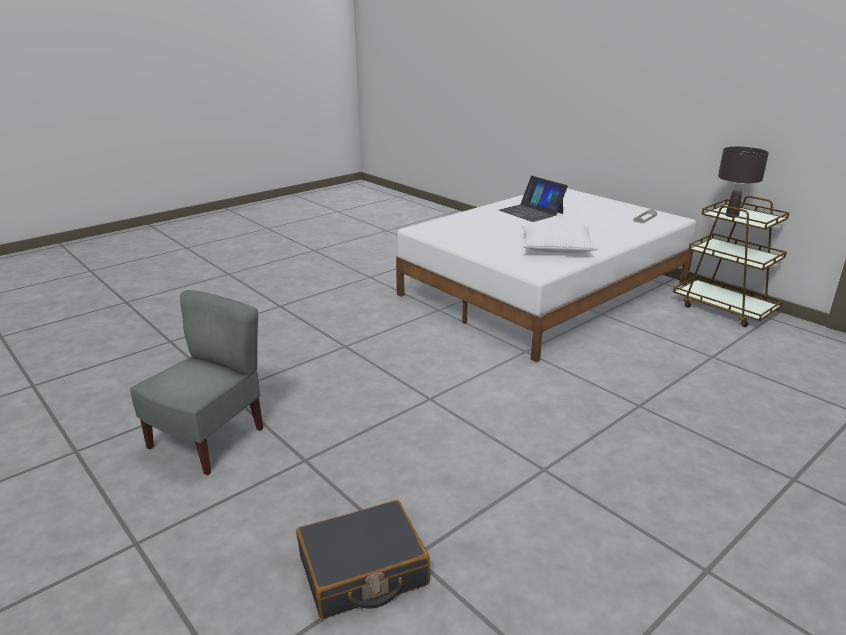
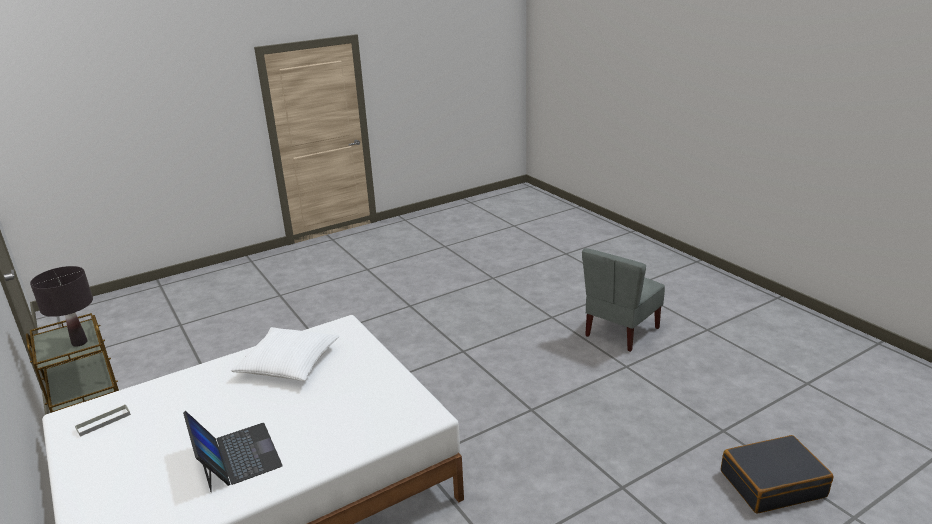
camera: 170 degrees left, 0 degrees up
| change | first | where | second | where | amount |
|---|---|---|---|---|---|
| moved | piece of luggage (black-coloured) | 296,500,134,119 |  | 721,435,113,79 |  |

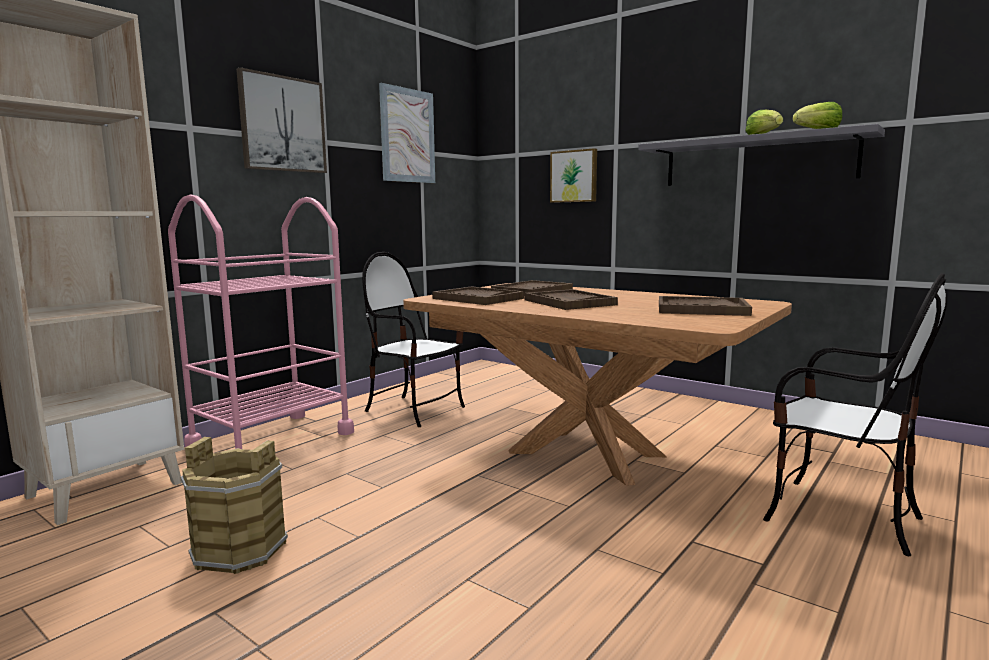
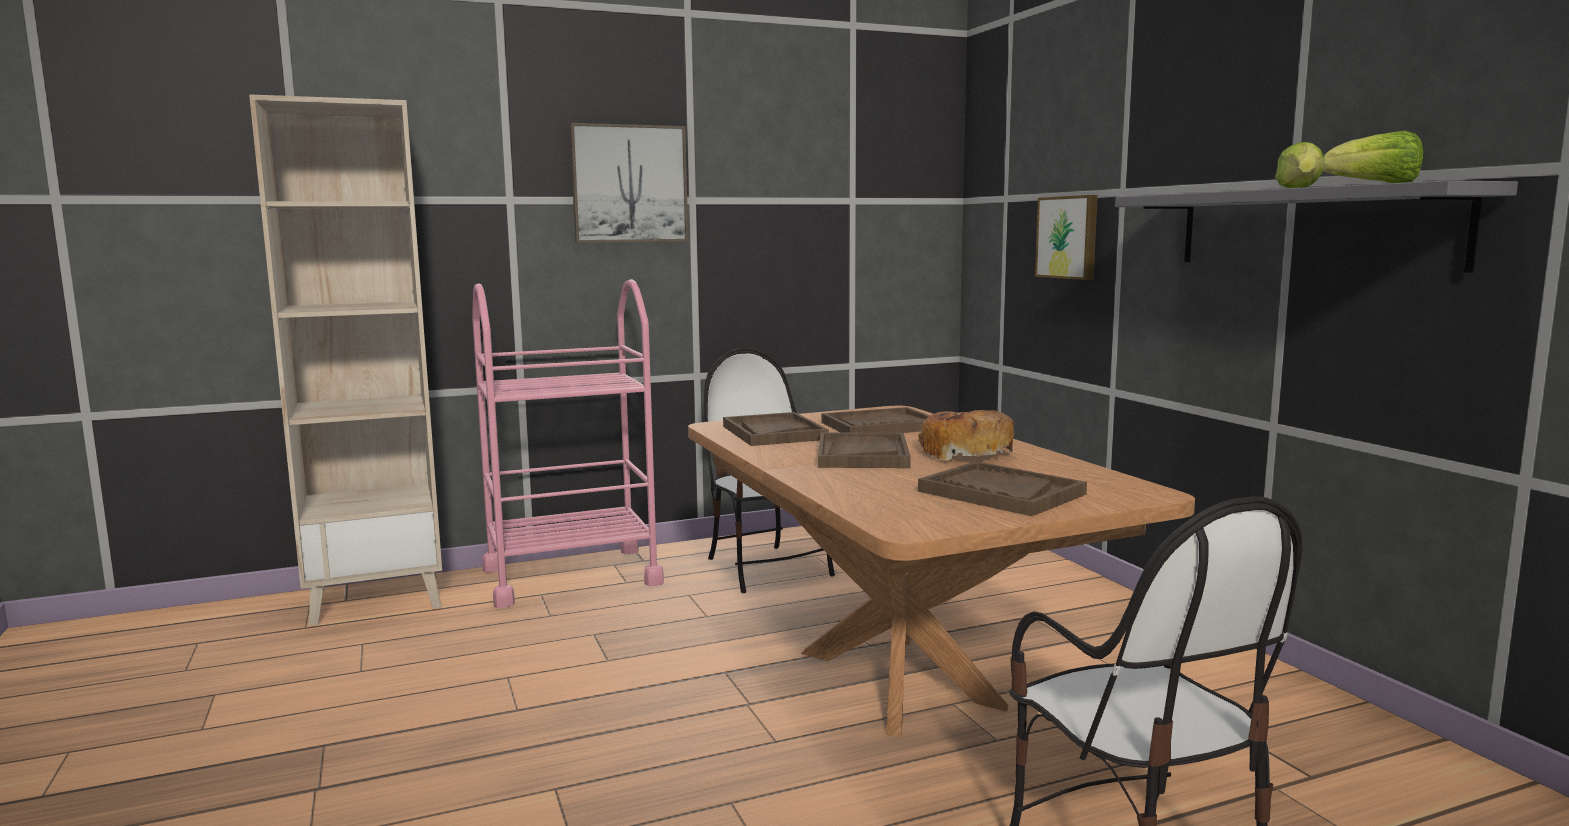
camera: 30 degrees right, 0 degrees up
| change | first | where | second | where | amount |
|---|---|---|---|---|---|
| removed | pail (brownish) | 180,437,108,137 |  |  |  |
| removed | picture | 379,83,56,100 |  |  |  |
| added |  |  | baked bread | 918,410,96,51 |  |

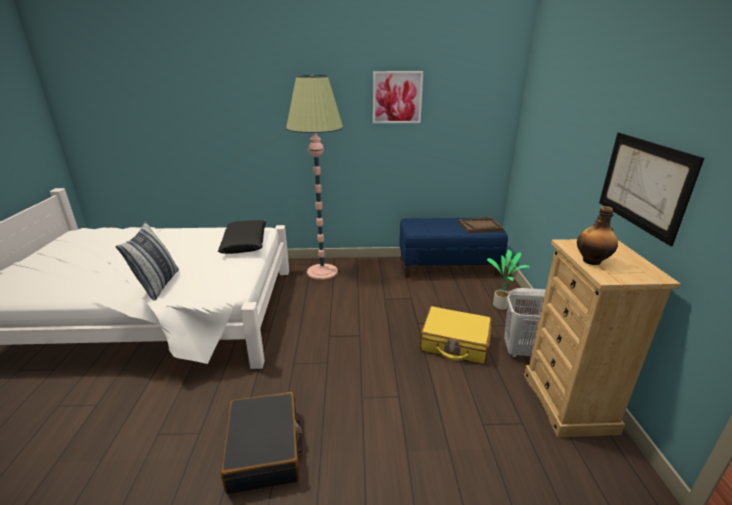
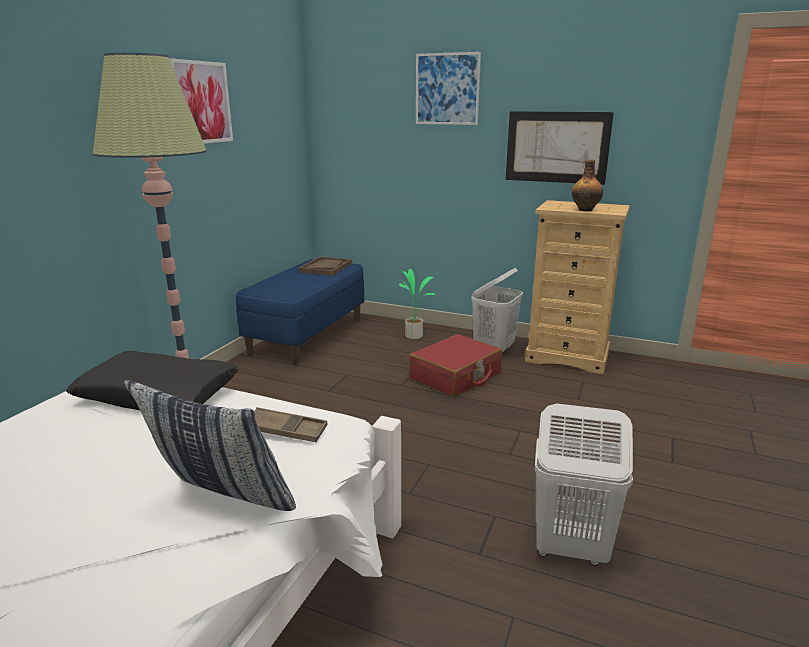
camera: 65 degrees left, 5 degrees down
| change | first | where | second | where | amount |
|---|---|---|---|---|---|
| added |  |  | carrying tray (brownish) | 254,407,73,35 |  |
| added |  |  | picture | 416,52,65,73 |  |
| replaced | piece of luggage (black-coloured) | 221,392,81,102 | laundry basket (white) | 535,404,98,162 |  |
| recoloured | piece of luggage (yellow) | 420,306,72,59 | piece of luggage (red) | 409,334,93,63 |  |

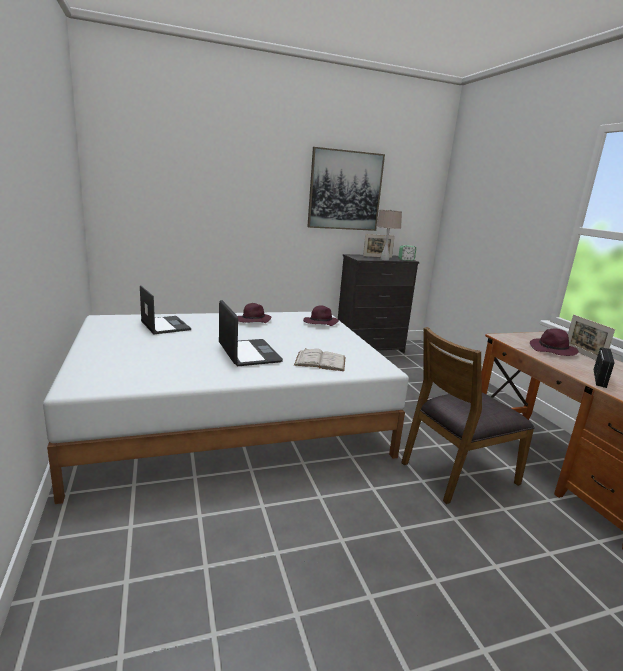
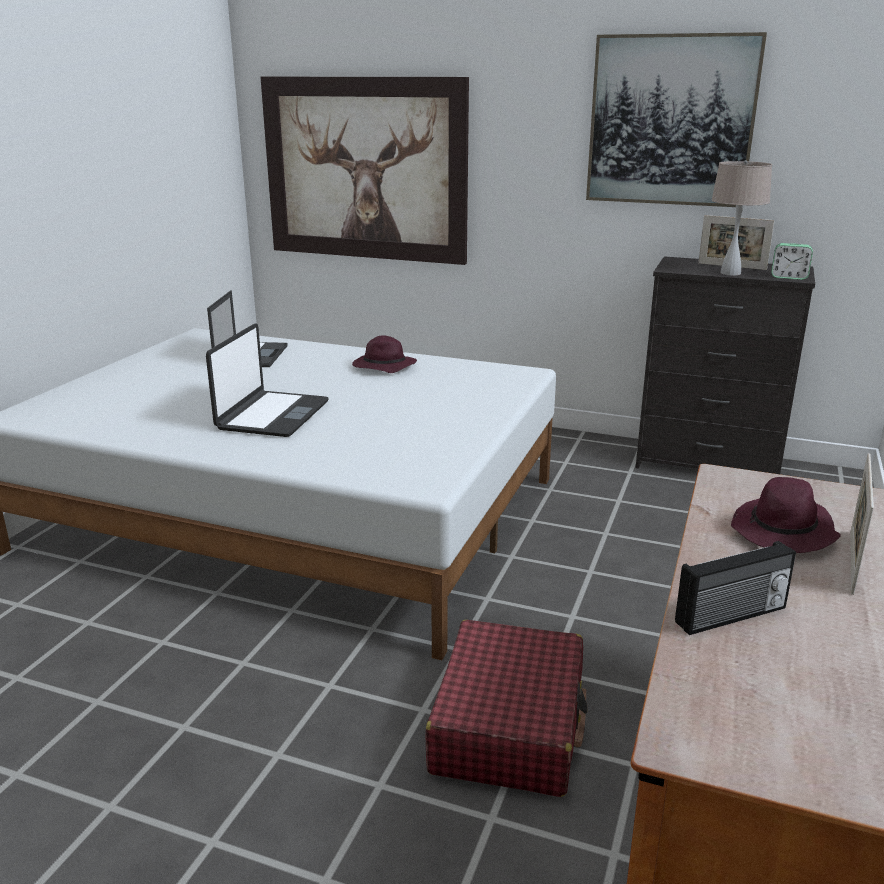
camera: 40 degrees right, 5 degrees up
| change | first | where | second | where | amount |
|---|---|---|---|---|---|
| removed | bound book (white) | 294,348,52,23 |  |  |  |
| removed | hat (purple) | 303,305,36,21 |  |  |  |
| added |  |  | picture | 260,77,209,188 |  |
| replaced | chair (brownish) | 401,327,134,177 | piece of luggage (red) | 425,620,162,177 |  |

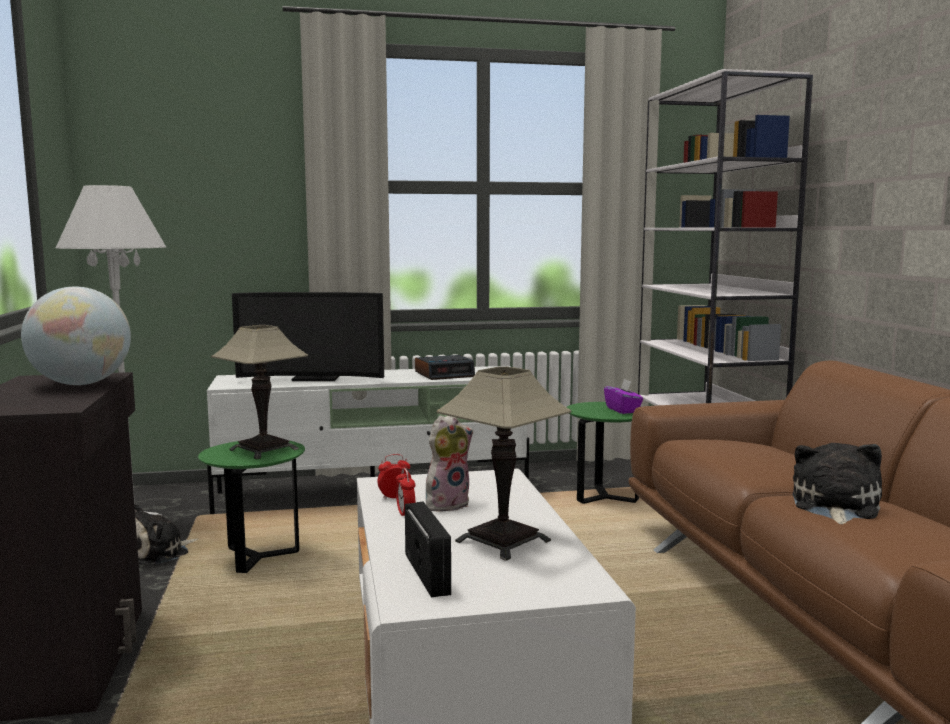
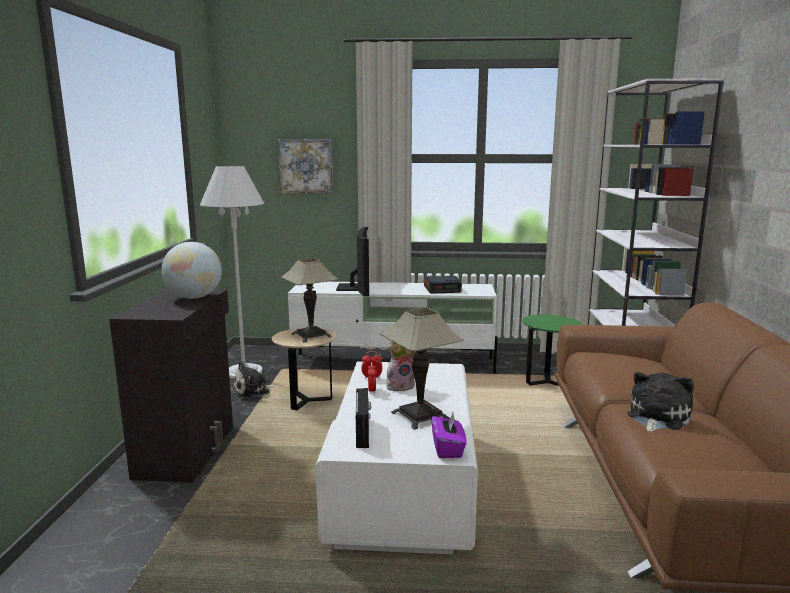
camera: 15 degrees right, 5 degrees up
| change | first | where | second | where | amount |
|---|---|---|---|---|---|
| added |  |  | picture | 278,139,55,54 |  |
| moved | tissue holder (purple) | 604,379,39,35 |  | 431,413,36,45 |  |
| recoloured | side table (green) | 198,441,107,132 | side table (sand-coloured) | 272,328,64,82 |  |
| turned | television | 232,292,152,89 |  | 336,227,33,69 | 105 degrees counterclockwise |

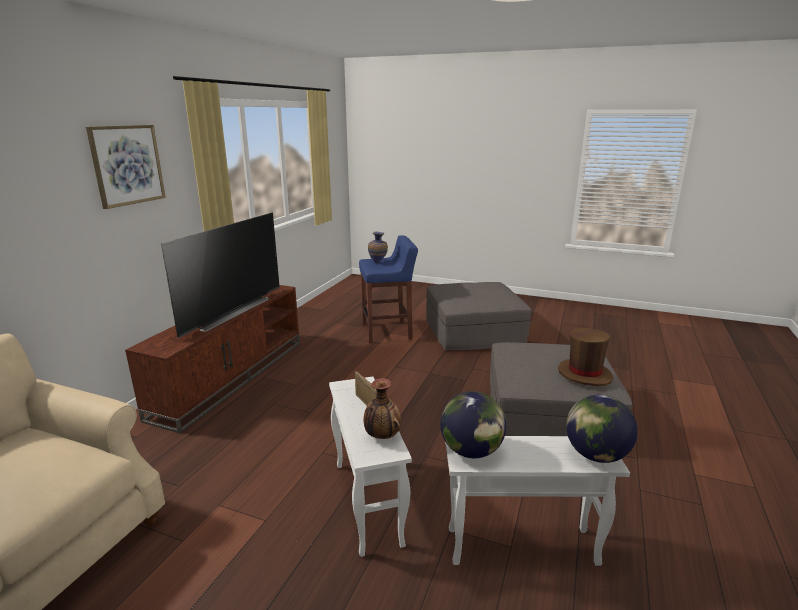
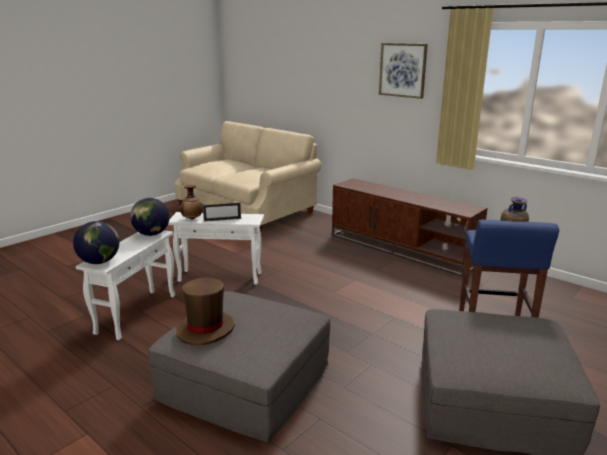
camera: 110 degrees right, 0 degrees up
| change | first | where | second | where | amount |
|---|---|---|---|---|---|
| removed | television | 161,213,119,125 |  |  |  |

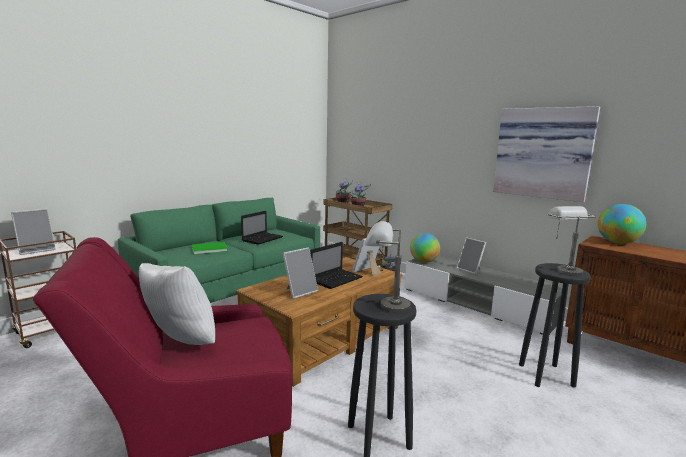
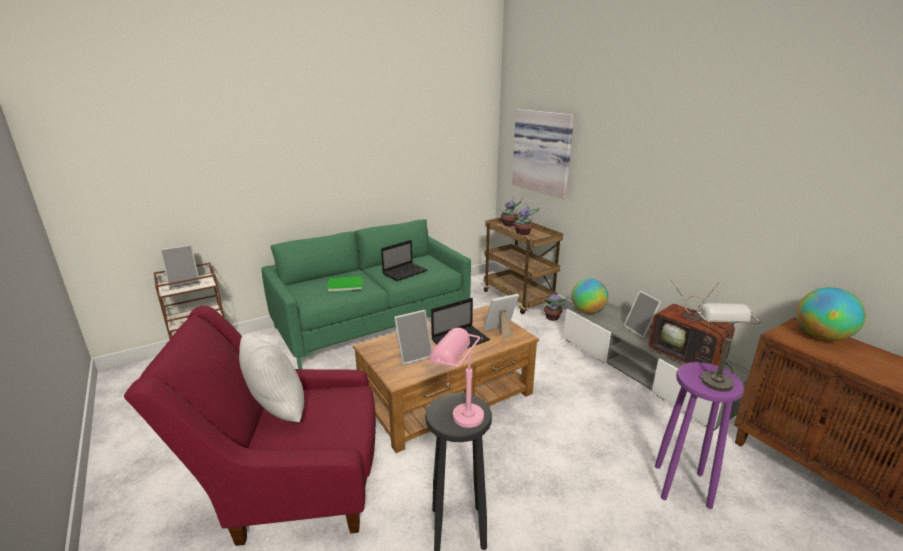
camera: 15 degrees right, 10 degrees up
| change | first | where | second | where | amount |
|---|---|---|---|---|---|
| added |  |  | television | 649,280,86,94 |  |
| moved | picture | 493,106,107,96 |  | 512,109,62,90 |  |
| recoloured | lamp for a table (grey) | 365,221,46,92 | lamp for a table (pinkish) | 428,328,56,100 |  |
| recoloured | sitting stool (black-coloured) | 519,263,72,125 | sitting stool (purple) | 655,362,89,147 |  |

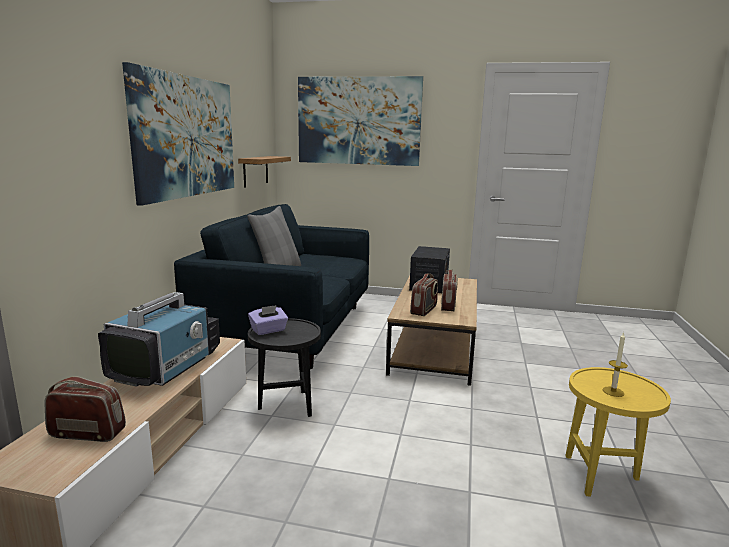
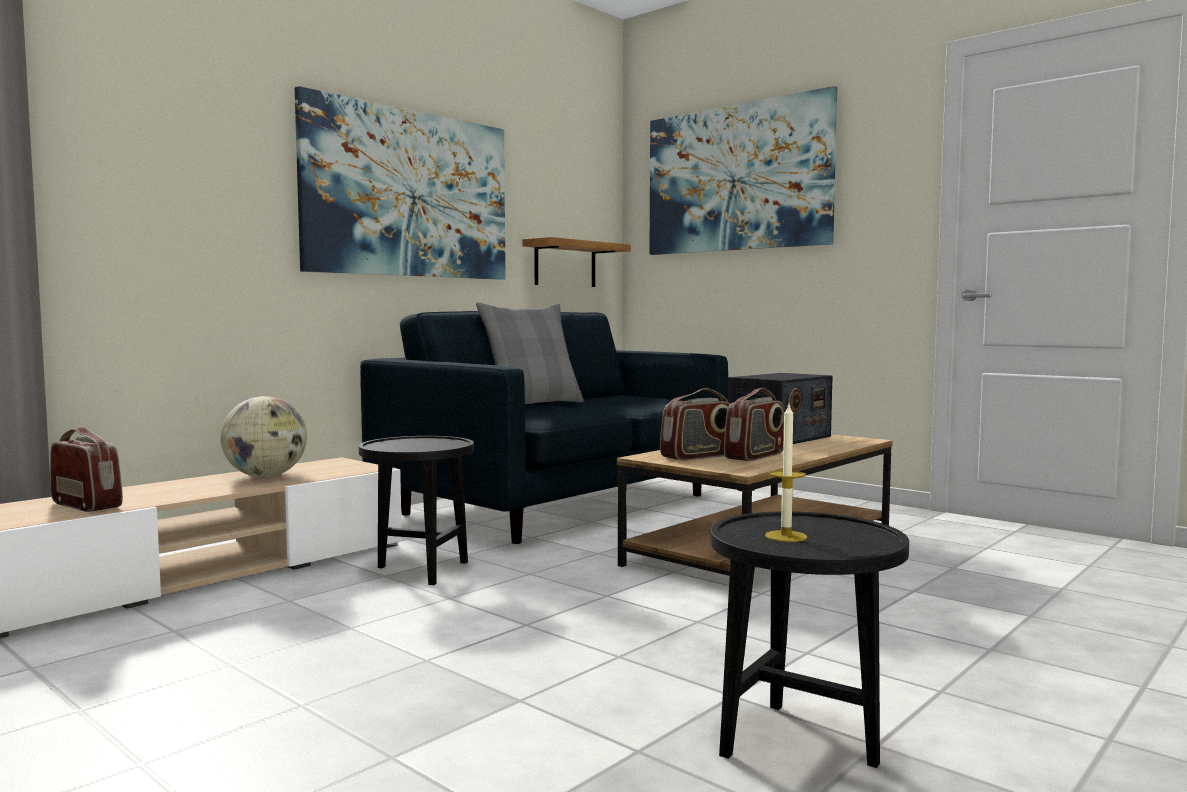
camera: 30 degrees right, 10 degrees down
| change | first | where | second | where | amount |
|---|---|---|---|---|---|
| removed | tissue holder (purple) | 248,305,40,30 |  |  |  |
| replaced | television | 98,292,122,95 | globe | 221,396,86,81 |  |
| recoloured | side table (yellow) | 565,367,106,130 | side table (black-coloured) | 711,511,198,257 |  |

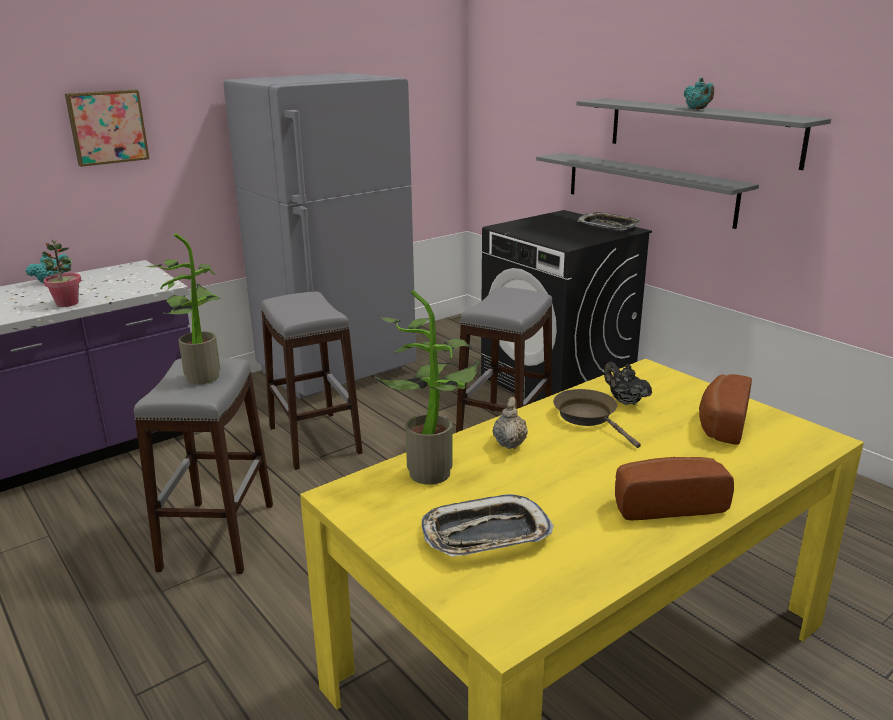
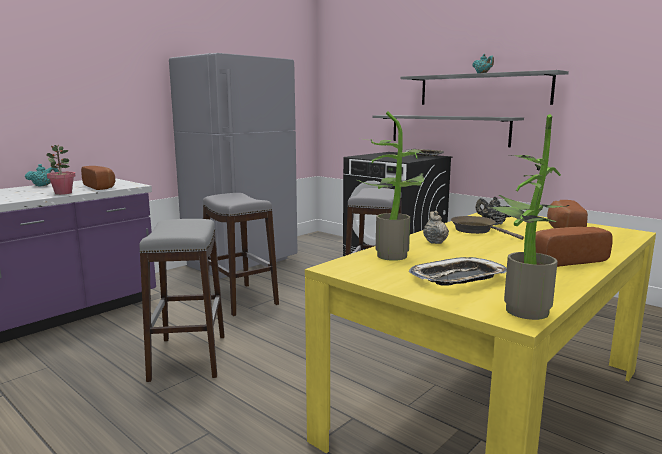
camera: 10 degrees left, 10 degrees down
| change | first | where | second | where | amount |
|---|---|---|---|---|---|
| removed | picture | 65,89,84,78 |  |  |  |
| added |  |  | baked bread | 81,166,34,24 |  |
| moved | houseplant | 144,233,76,151 |  | 489,114,81,206 |  |

